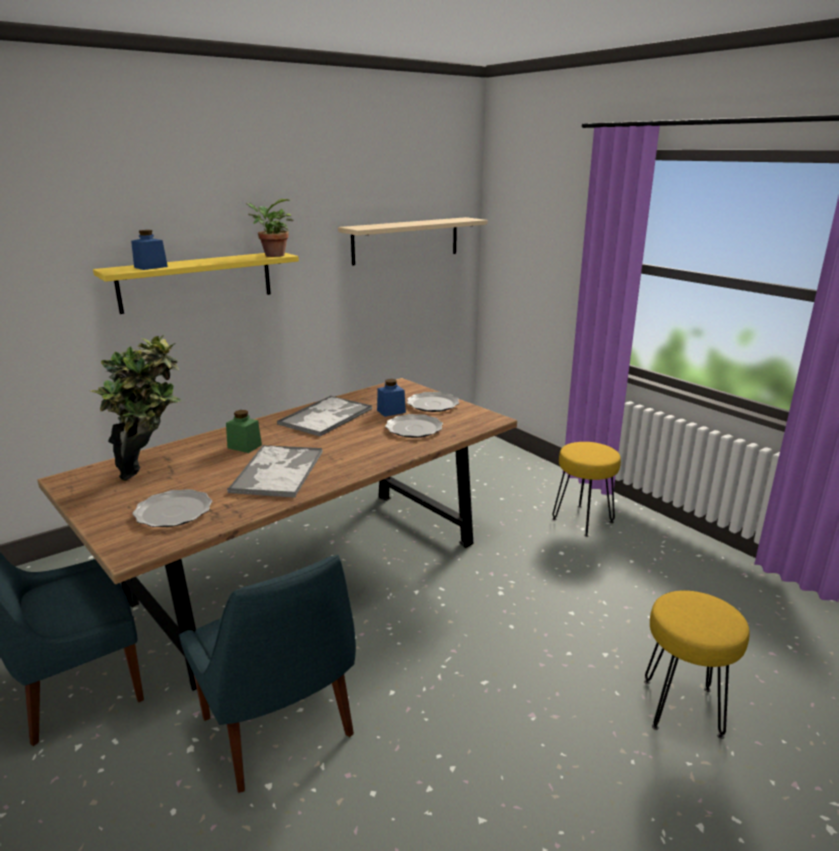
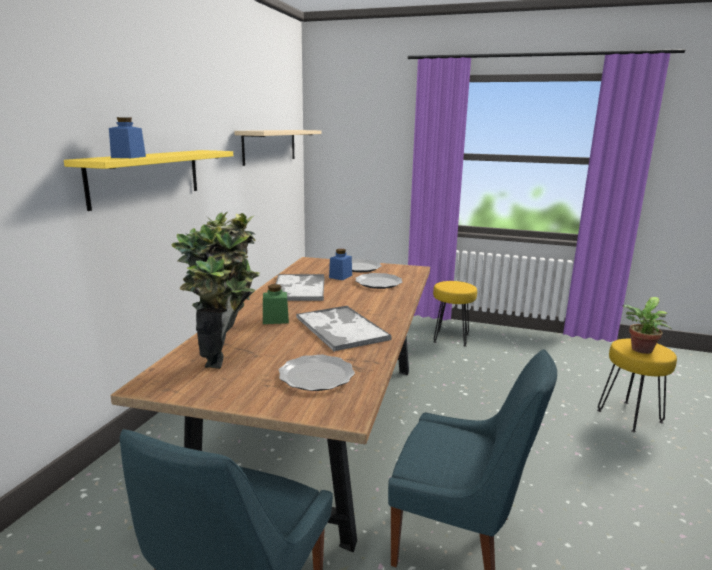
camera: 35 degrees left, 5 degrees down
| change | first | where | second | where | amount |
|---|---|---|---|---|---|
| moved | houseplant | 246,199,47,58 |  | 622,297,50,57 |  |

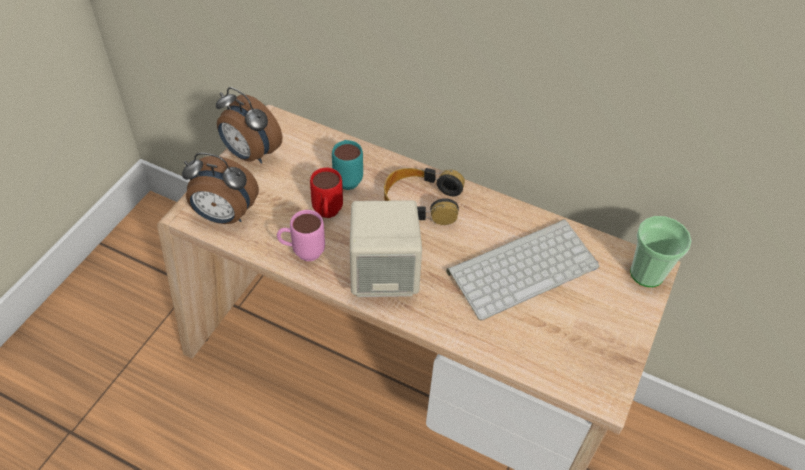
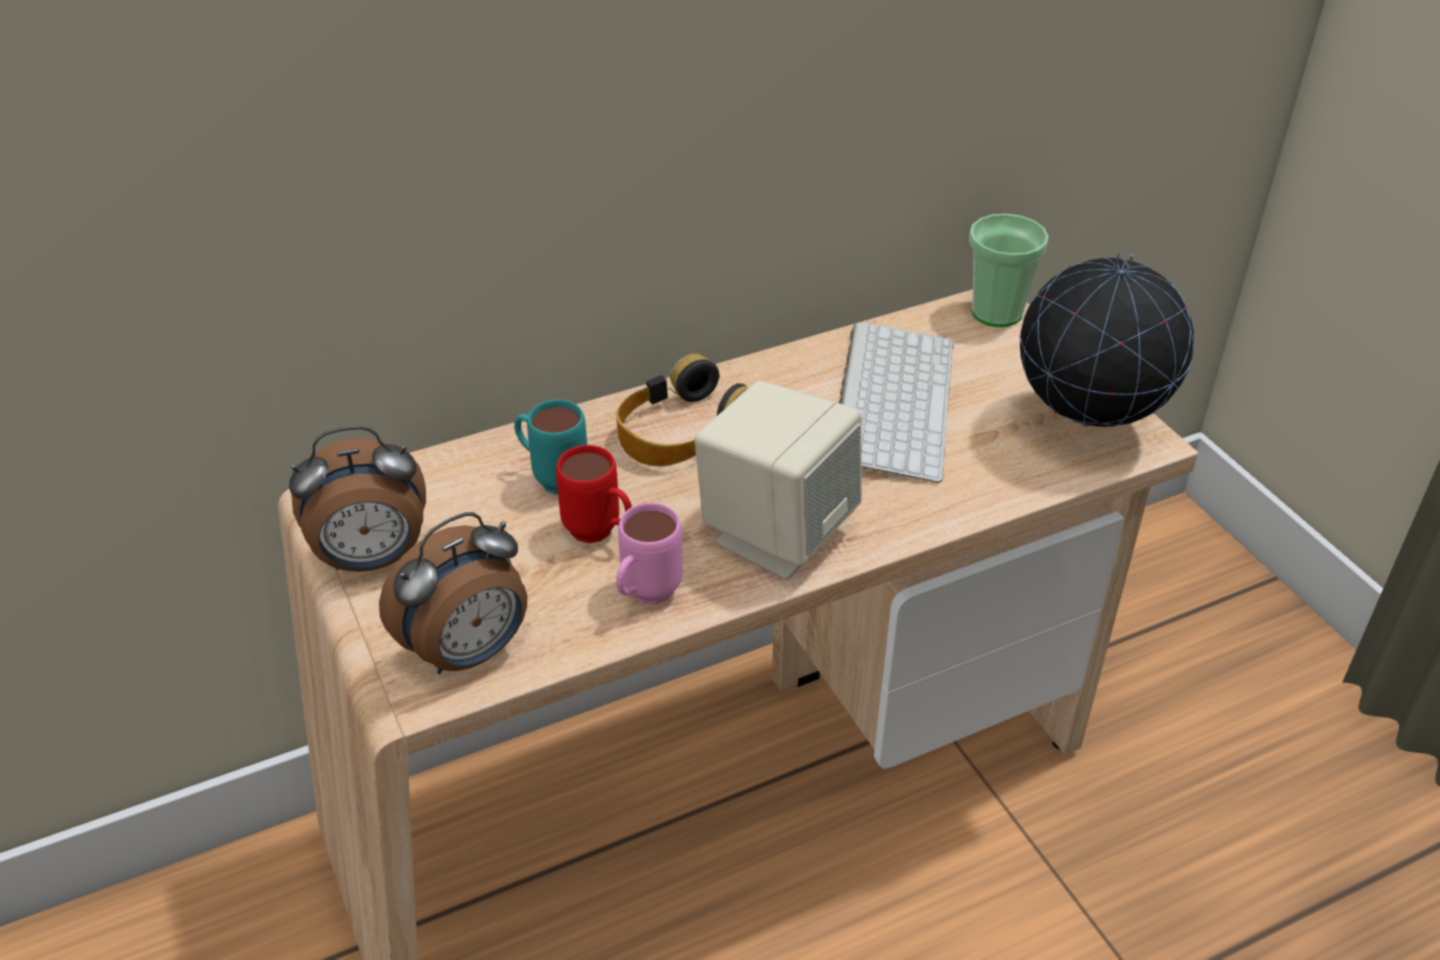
camera: 50 degrees left, 10 degrees down
| change | first | where | second | where | amount |
|---|---|---|---|---|---|
| added |  |  | globe | 1019,250,175,177 |  |

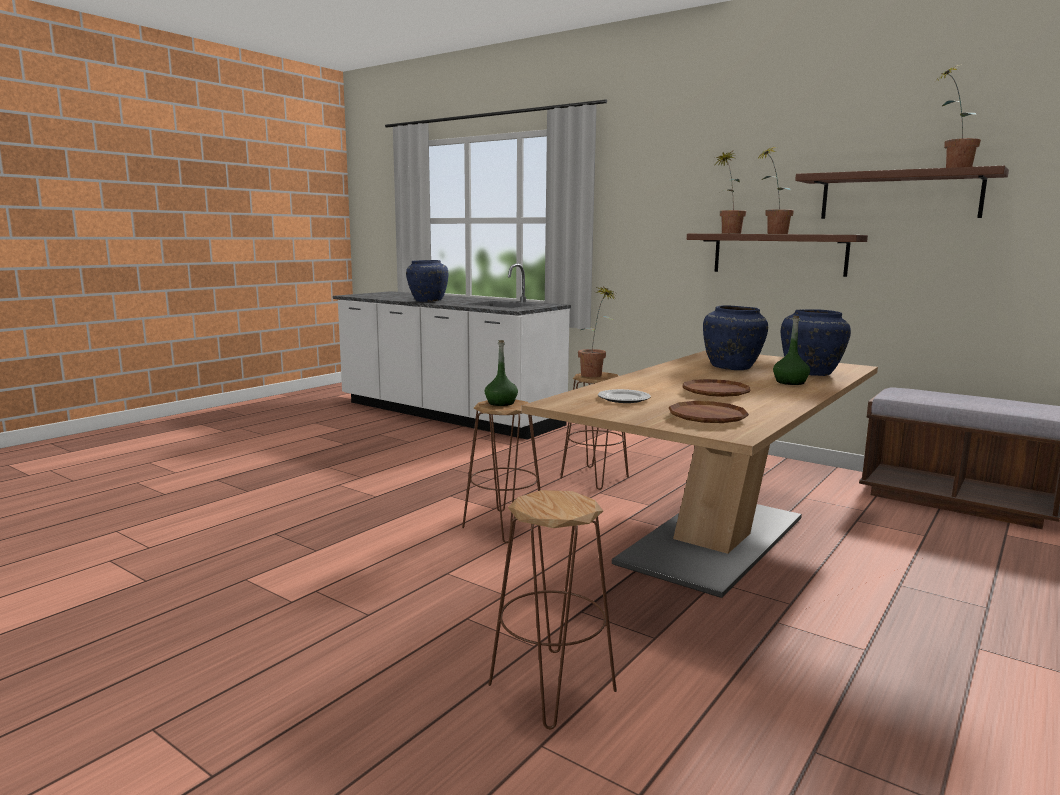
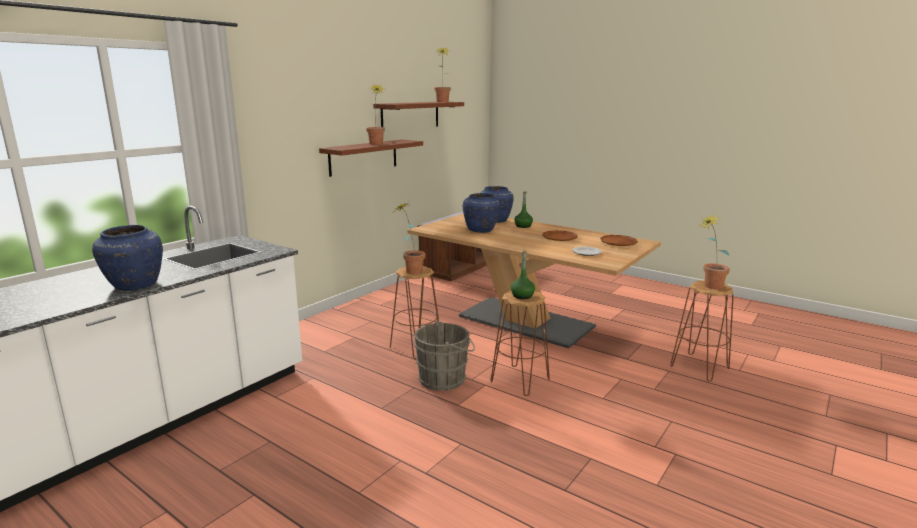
camera: 90 degrees left, 5 degrees up
| change | first | where | second | where | amount |
|---|---|---|---|---|---|
| added |  |  | pail (grey) | 414,320,61,71 |  |
| moved | houseplant | 715,152,31,82 |  | 700,214,30,75 |  |

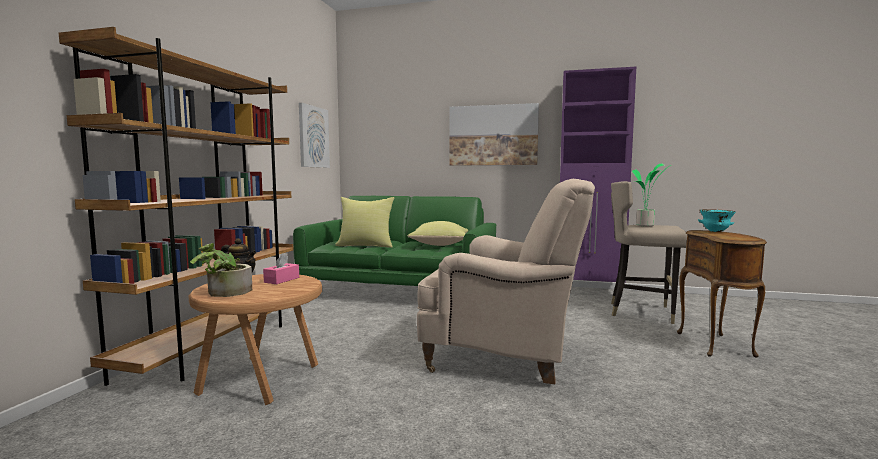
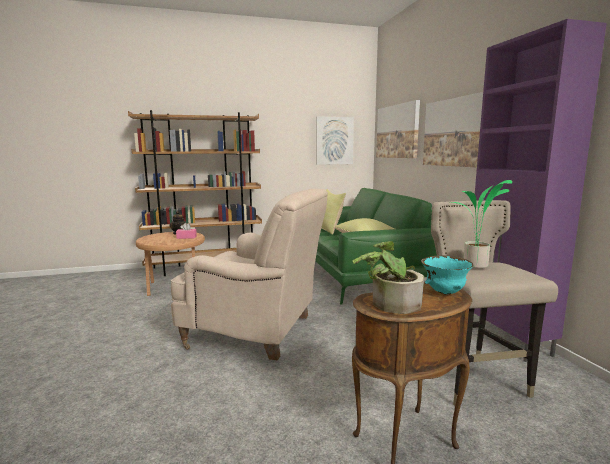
camera: 60 degrees right, 5 degrees up
| change | first | where | second | where | amount |
|---|---|---|---|---|---|
| added |  |  | picture | 376,100,44,58 |  |
| moved | houseplant | 190,243,62,54 |  | 352,241,72,73 |  |
| turned | easy chair (sand-coloured) | 417,179,178,205 |  | 171,189,157,171 | 60 degrees counterclockwise |

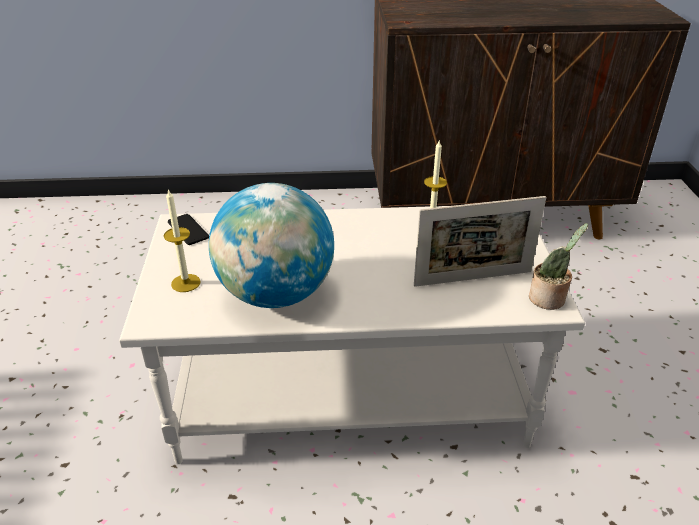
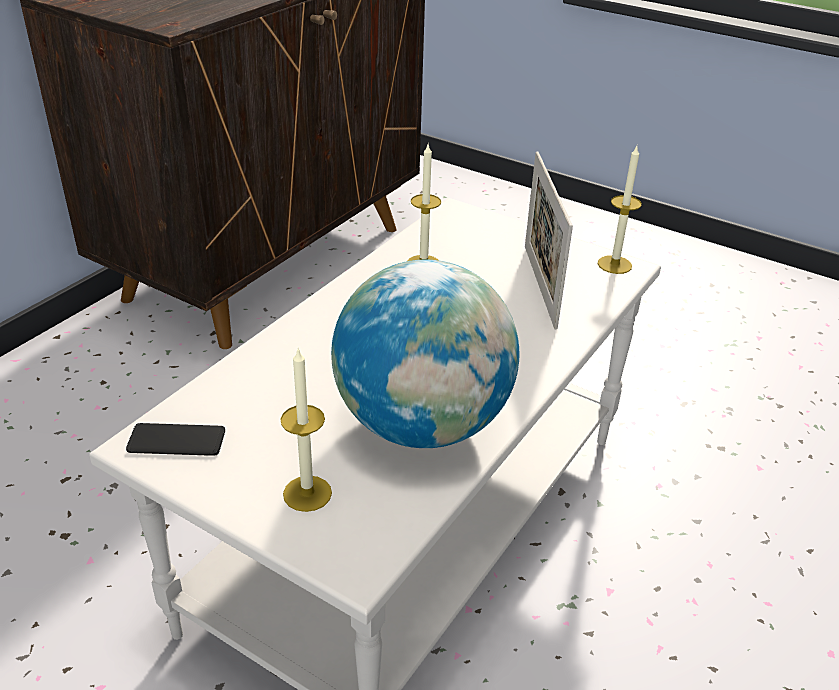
camera: 55 degrees left, 0 degrees up
| change | first | where | second | where | amount |
|---|---|---|---|---|---|
| replaced | houseplant | 529,223,59,87 | wax light | 598,146,44,128 |  |
| turned | standing frame | 414,196,132,91 |  | 525,151,48,179 | 150 degrees clockwise |

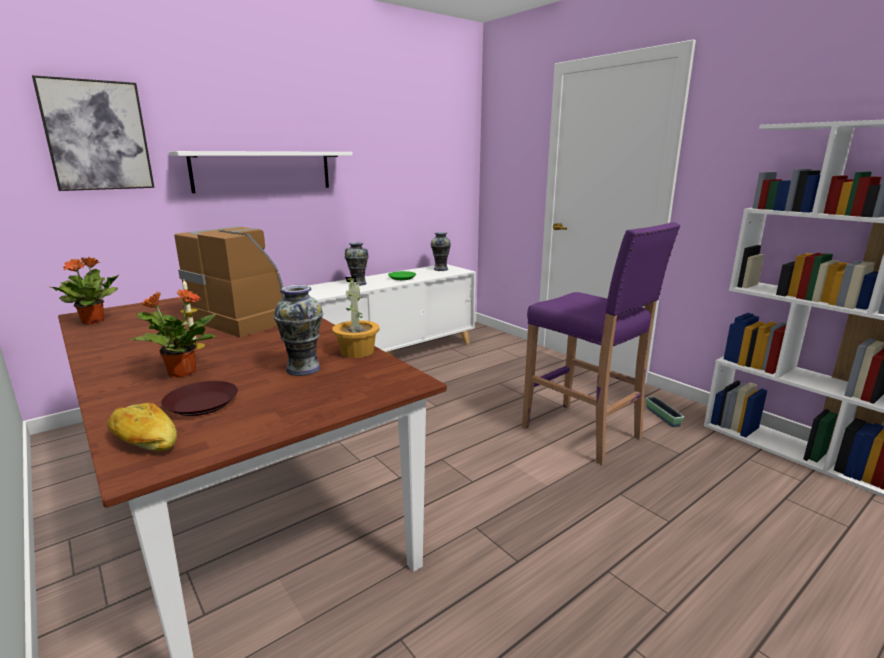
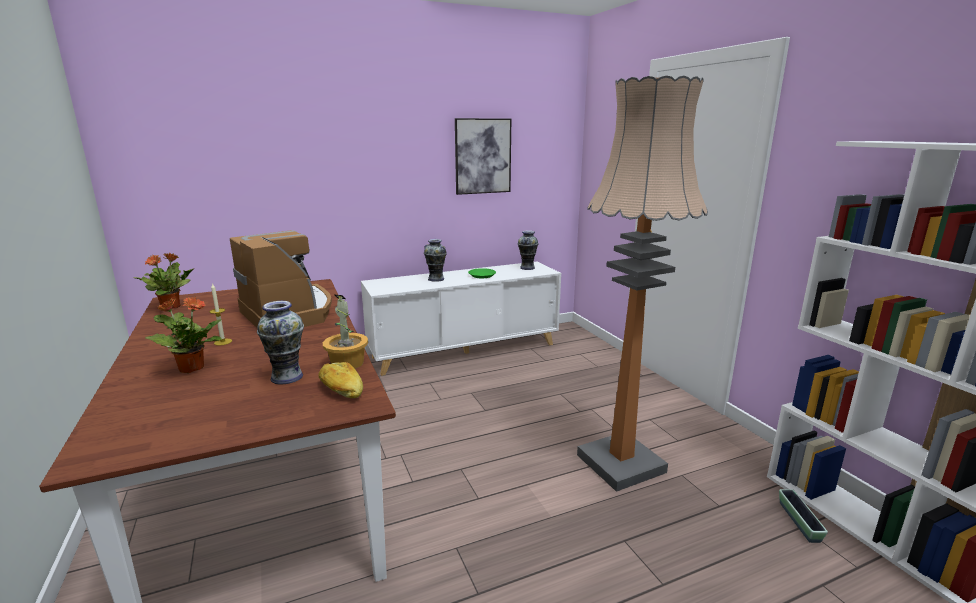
camera: 15 degrees right, 0 degrees up
| change | first | where | second | where | amount |
|---|---|---|---|---|---|
| removed | dinner plate (brownish) | 161,381,77,35 |  |  |  |
| removed | bracket shelf (white) | 169,151,184,42 |  |  |  |
| moved | picture | 32,75,122,116 |  | 455,118,56,77 |  |
| moved | baked bread | 107,403,70,48 |  | 318,362,45,36 |  |
| moved | plant pot | 646,397,38,30 |  | 779,489,49,54 |  |
| replaced | sitting stool (purple) | 522,222,158,243 | standing lamp | 577,75,131,417 |  |

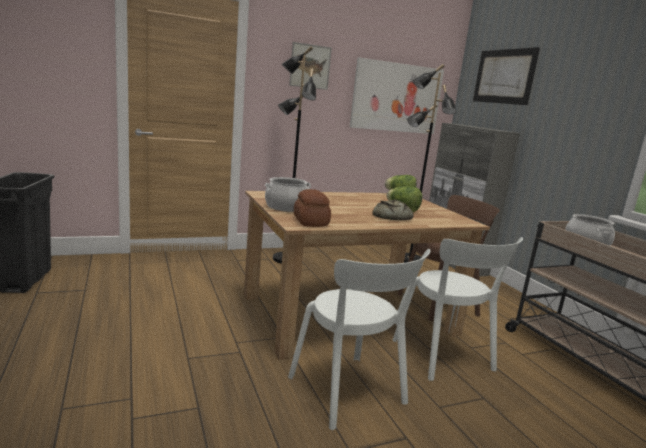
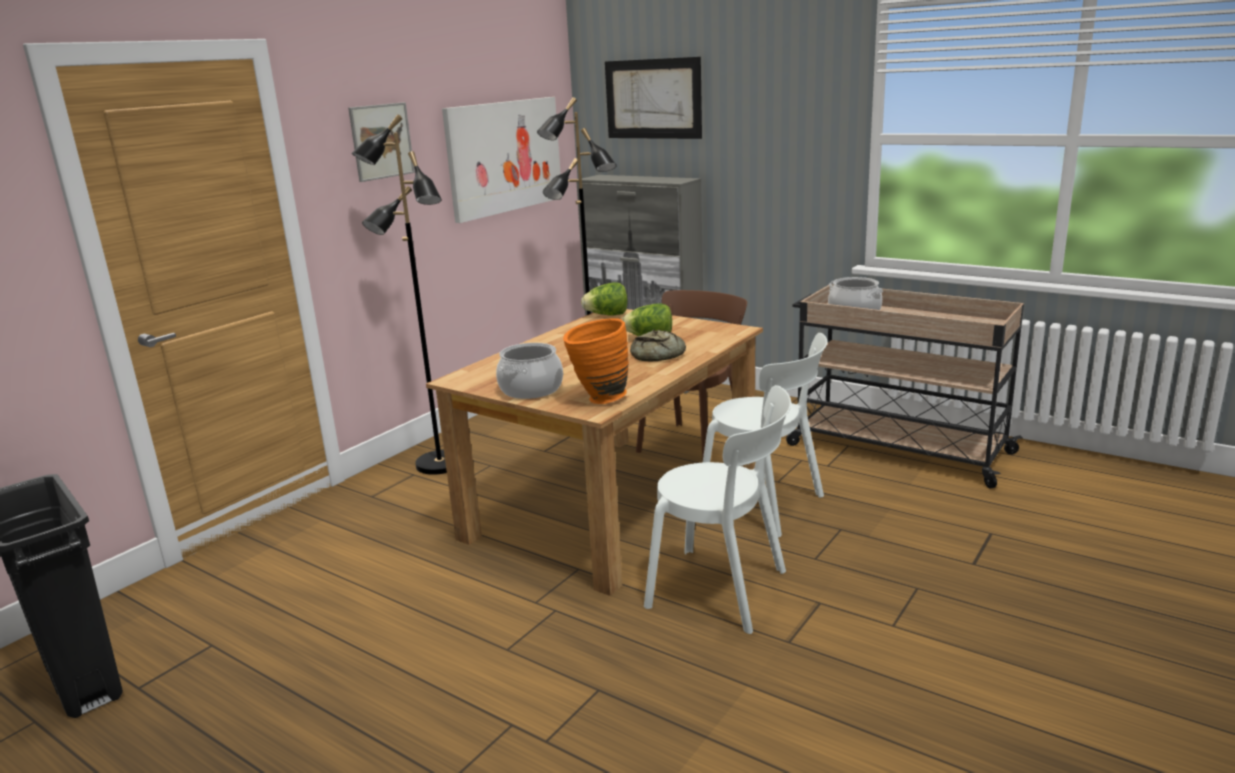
camera: 30 degrees left, 5 degrees up
| change | first | where | second | where | amount |
|---|---|---|---|---|---|
| replaced | baked bread | 294,189,37,38 | decorative vase (orangey) | 563,318,66,86 |  |

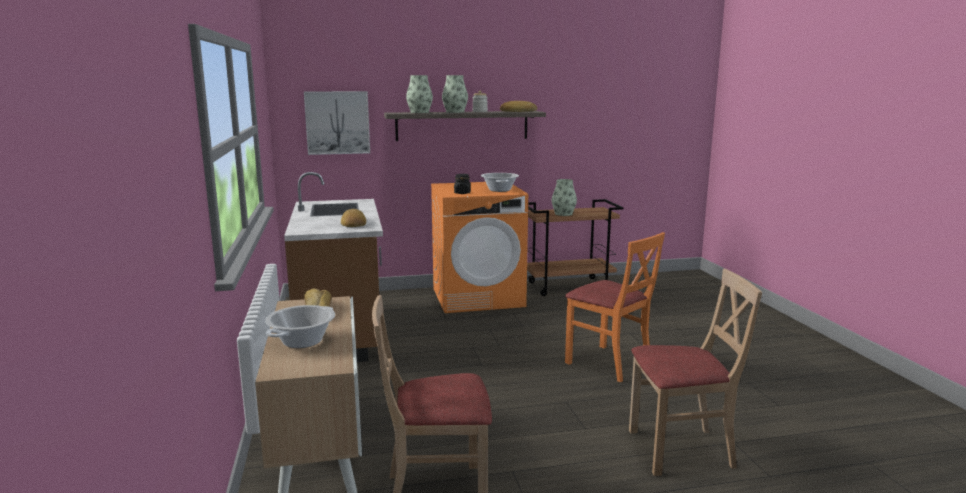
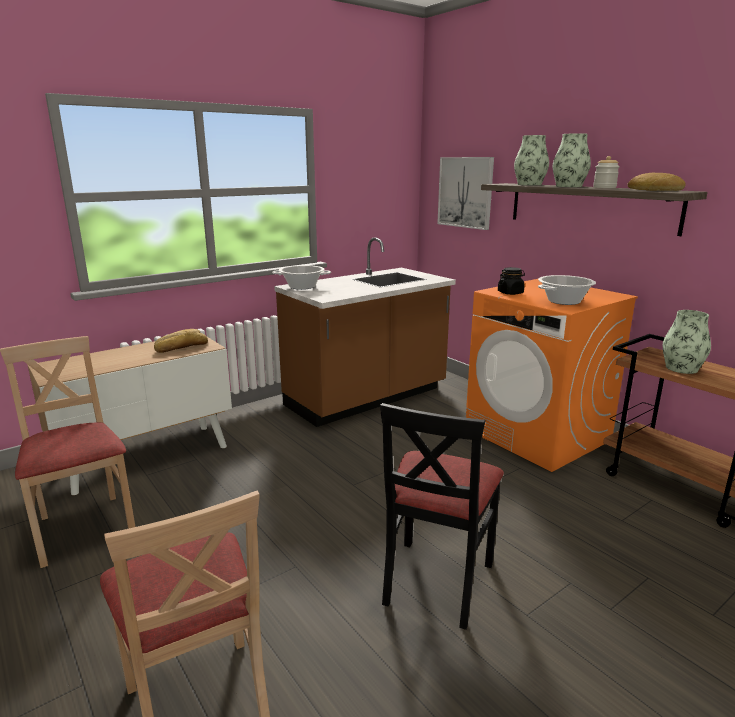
camera: 65 degrees right, 5 degrees up
| change | first | where | second | where | amount |
|---|---|---|---|---|---|
| removed | baked bread | 341,209,25,18 |  |  |  |
| moved | saucepot | 265,305,70,43 |  | 272,265,59,25 |  |
| recoloured | chair (orangey) | 565,232,100,150 | chair (black-coloured) | 380,403,124,227 |  |

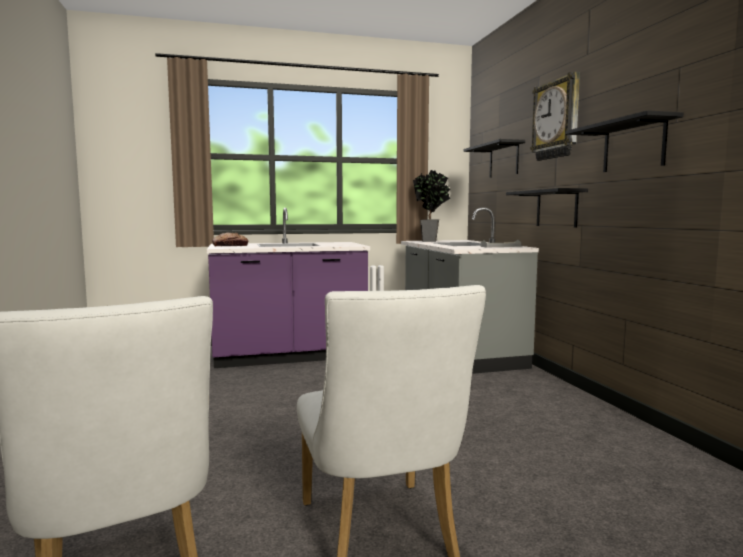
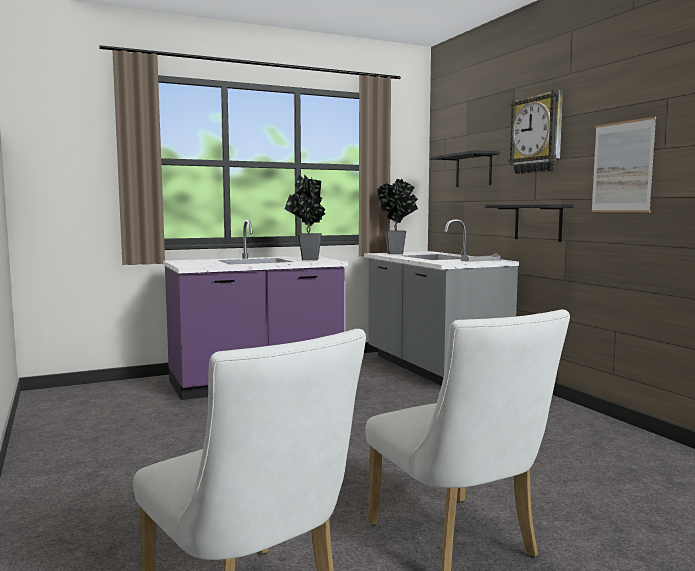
camera: 10 degrees left, 0 degrees up
| change | first | where | second | where | amount |
|---|---|---|---|---|---|
| removed | baked bread | 212,233,36,13 |  |  |  |
| added |  |  | houseplant | 285,175,40,85 |  |
| replaced | bracket shelf (black-coloured) | 566,110,117,62 | picture | 591,117,65,95 |  |

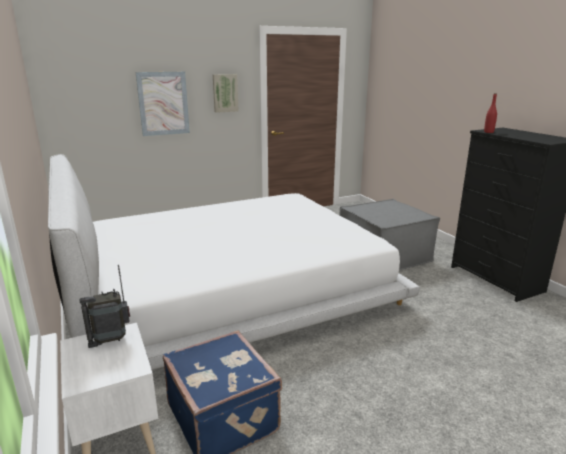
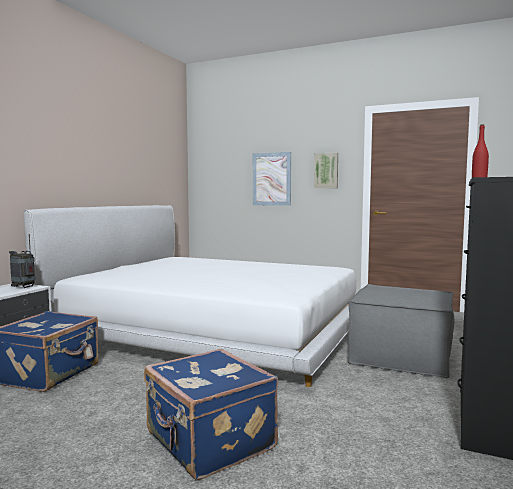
camera: 50 degrees right, 15 degrees down
| change | first | where | second | where | amount |
|---|---|---|---|---|---|
| added |  |  | piece of luggage (blue) | 144,349,134,131 |  |

